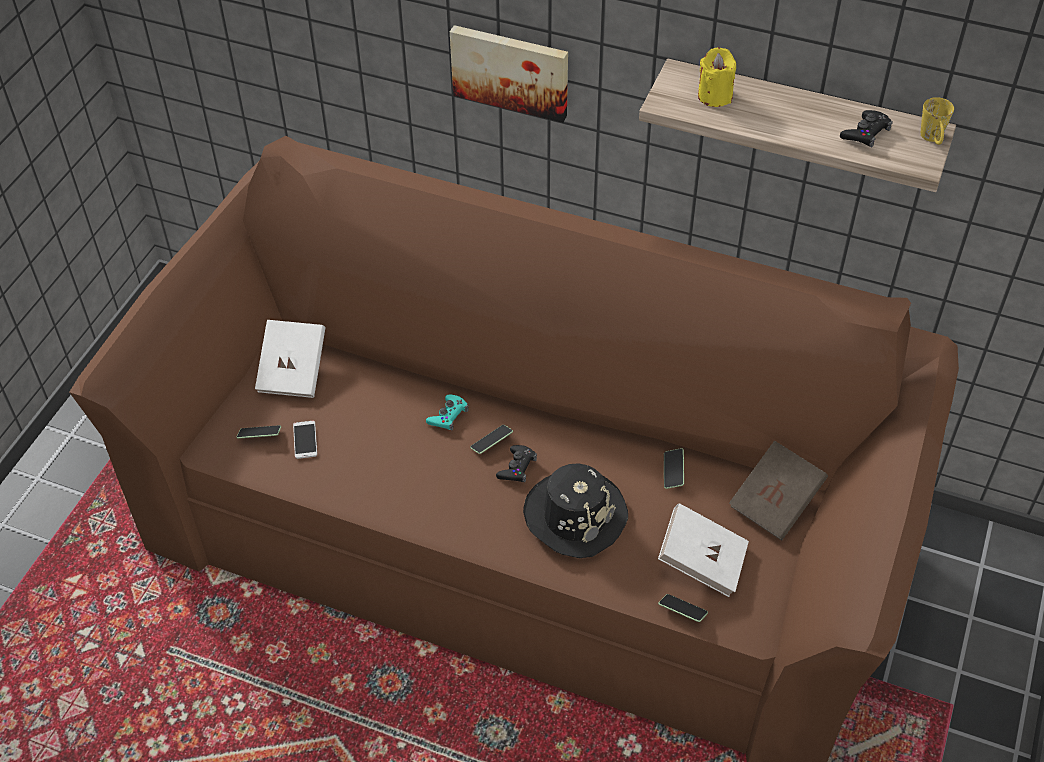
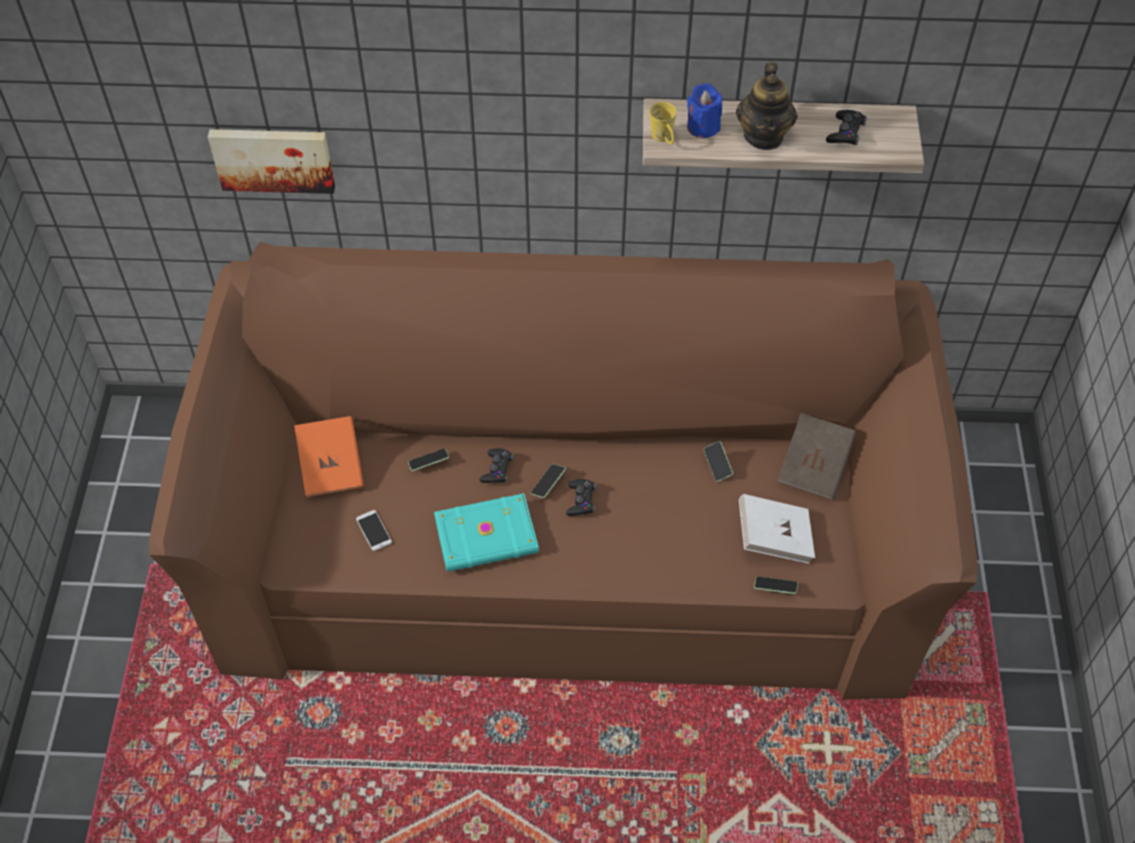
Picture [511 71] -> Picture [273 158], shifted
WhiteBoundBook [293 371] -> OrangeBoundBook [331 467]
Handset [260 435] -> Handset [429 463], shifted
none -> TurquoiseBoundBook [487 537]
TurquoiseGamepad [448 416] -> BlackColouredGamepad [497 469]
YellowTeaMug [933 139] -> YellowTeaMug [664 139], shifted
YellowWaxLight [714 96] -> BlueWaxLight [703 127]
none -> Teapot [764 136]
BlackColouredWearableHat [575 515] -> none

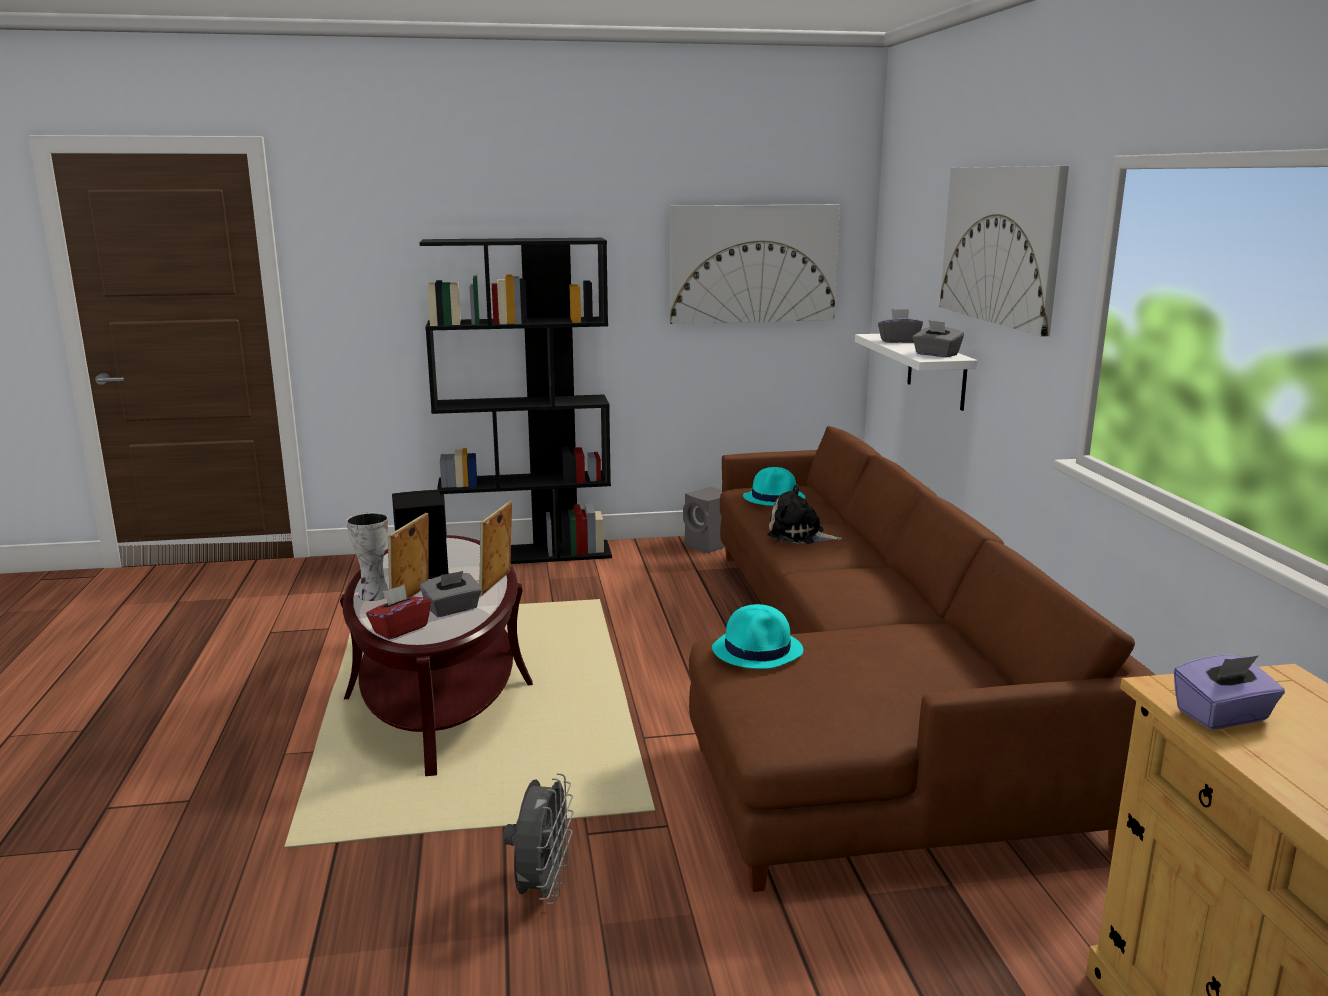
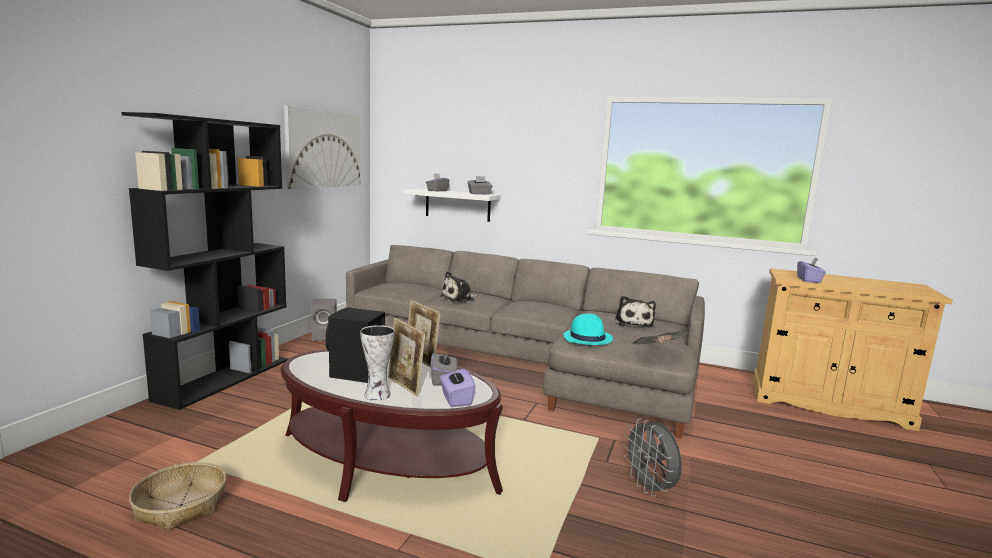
none -> Basket [181 505]
BrownishSettee [856 685] -> GraySettee [529 363]
ReddishBoxOfTissues [400 629] -> PurplishBoxOfTissues [456 399]
none -> CuddlyToy [633 323]
GrayFan [542 888] -> GrayFan [650 488], 150 degrees counterclockwise
none -> Newspaper [657 352]
TurquoiseWearableHat [774 498] -> none
Picture [1000 245] -> none

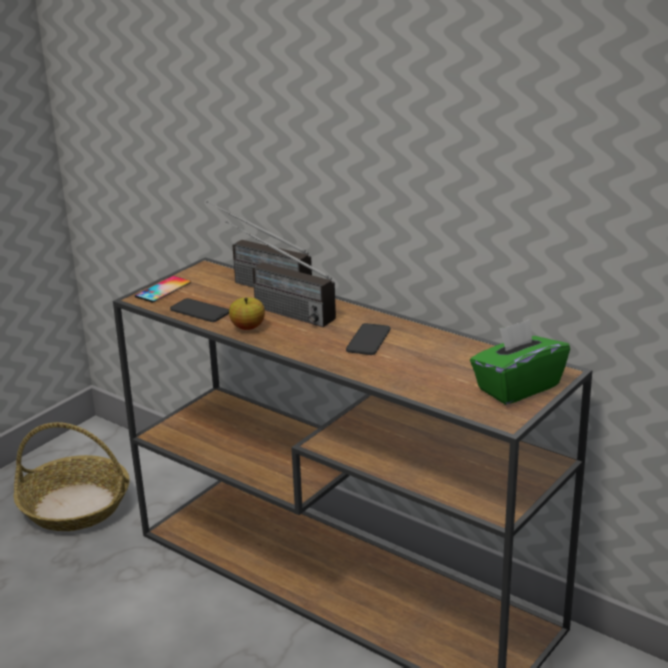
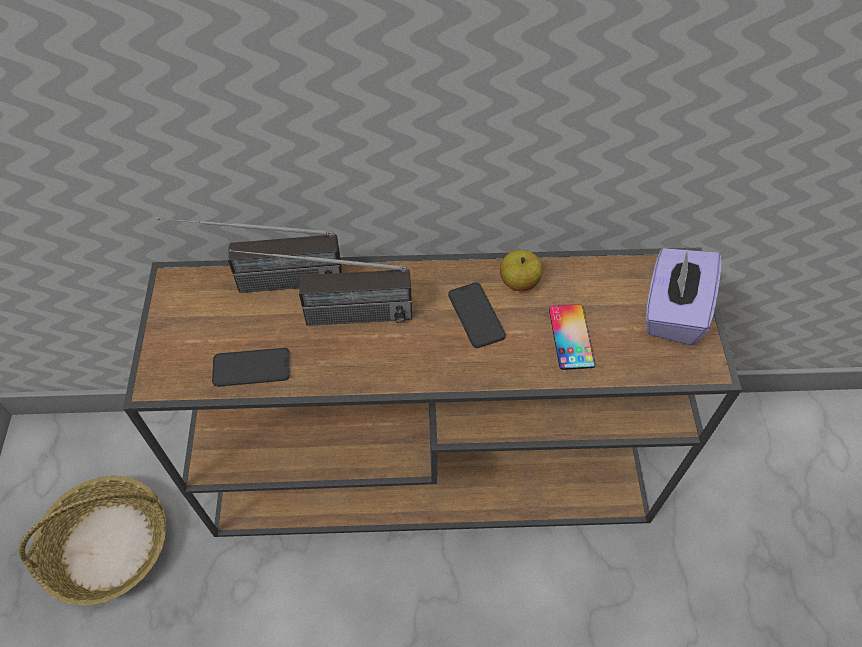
AppleFruit [248 327] -> AppleFruit [519 282], shifted
Handset [163 290] -> Handset [571 337], shifted
GreenishBoxOfTissues [517 387] -> PurplishBoxOfTissues [672 311]

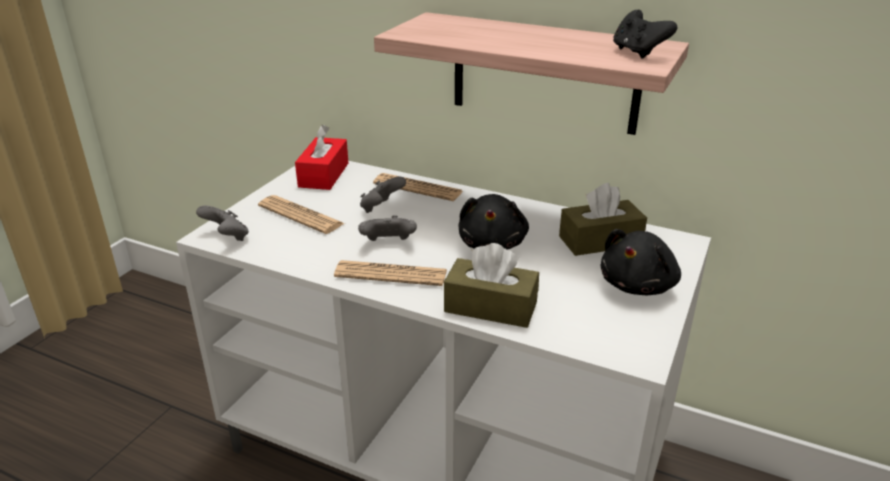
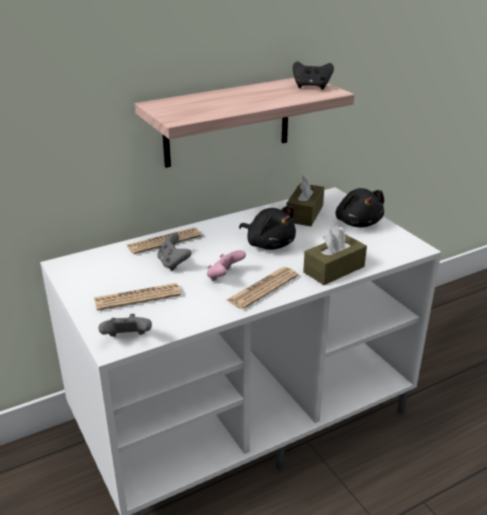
GrayGamepad [388 244] -> PinkishGamepad [224 277]
ReddishBoxOfTissues [324 175] -> none

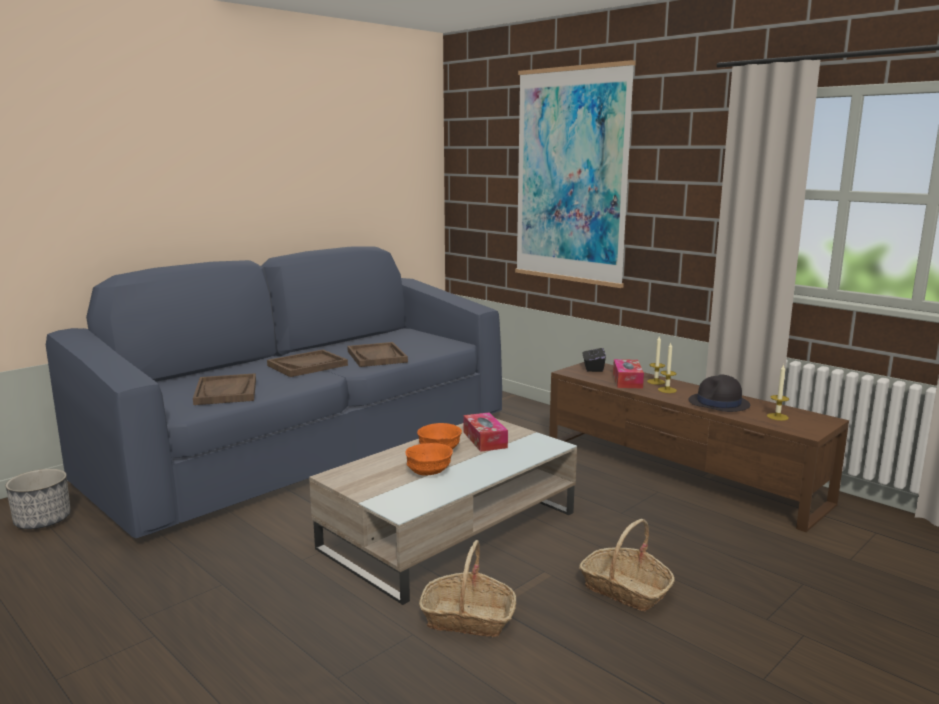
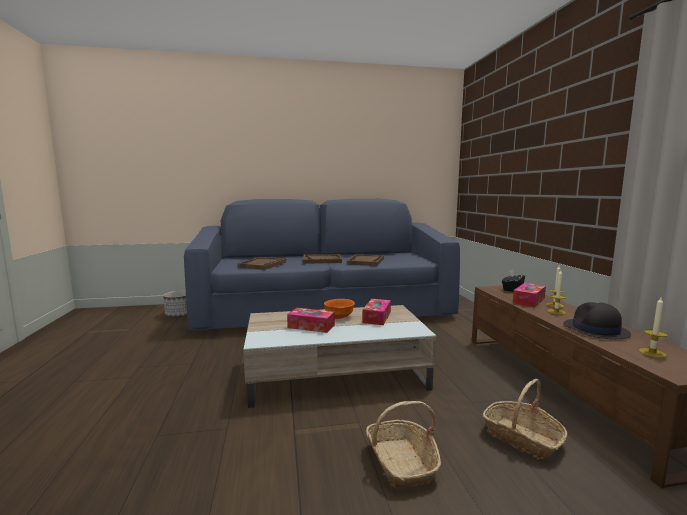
OrangeDeepDish [429 472] -> BoxOfTissues [311 326]
Basket [468 618] -> Basket [522 438], shifted
Picture [571 176] -> none

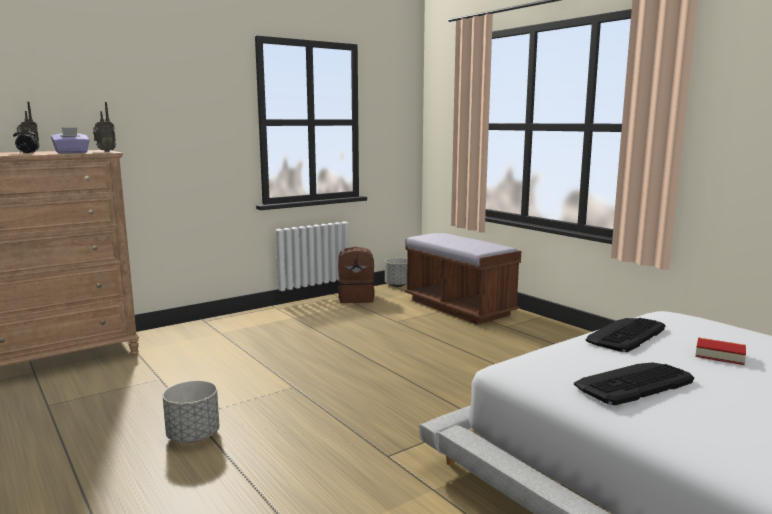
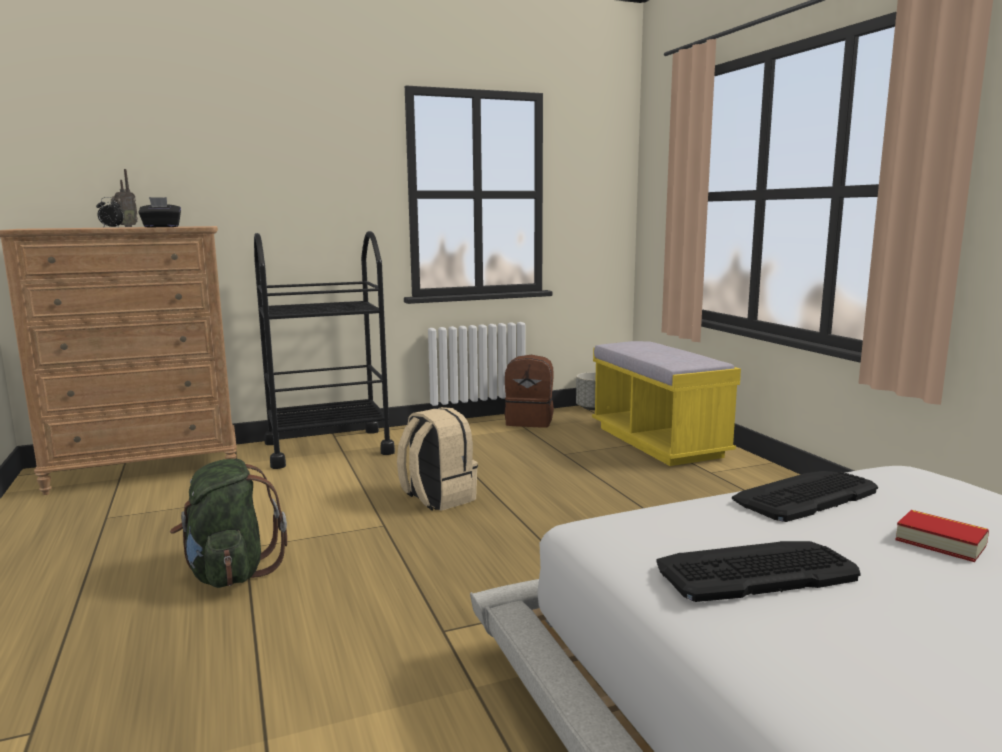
PurplishBoxOfTissues [72 153] -> BlackColouredBoxOfTissues [161 227]
GrayPlantPot [194 436] -> GreenishRucksack [230 573]
none -> BlackColouredCart [328 448]
none -> BeigeRucksack [437 498]
BrownishBench [459 307] -> YellowBench [658 442]
RadioReceiver [105 151] -> none

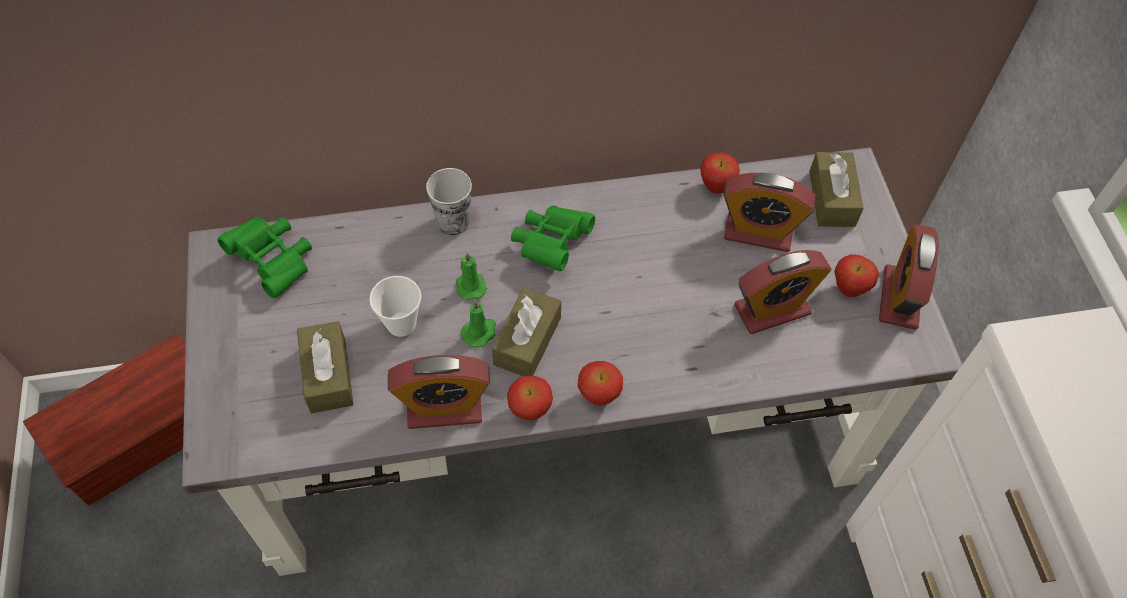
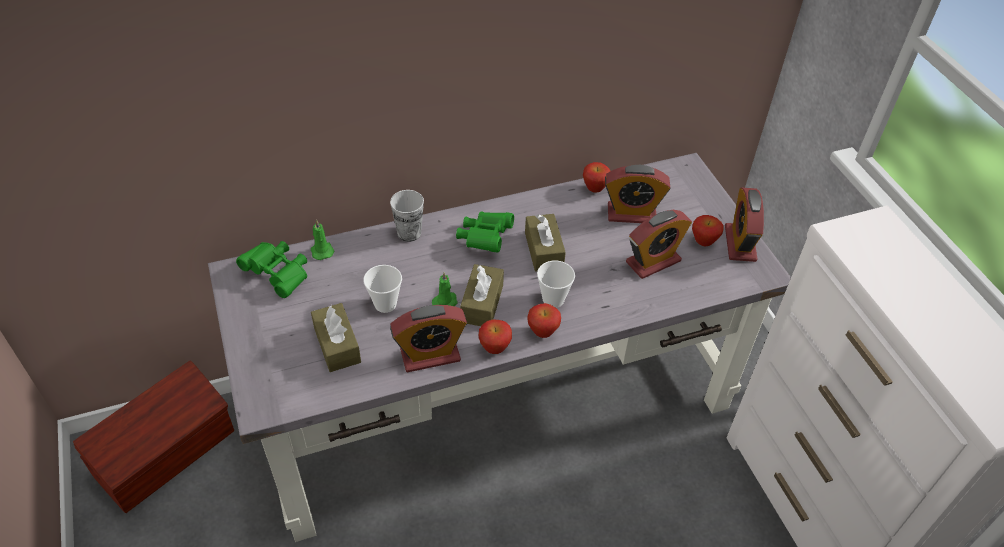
GreenishWaxLight [470 285] -> GreenishWaxLight [321 250], shifted
BrownishBoxOfTissues [832 198] -> BrownishBoxOfTissues [543 250], shifted
none -> Cup [553 300]

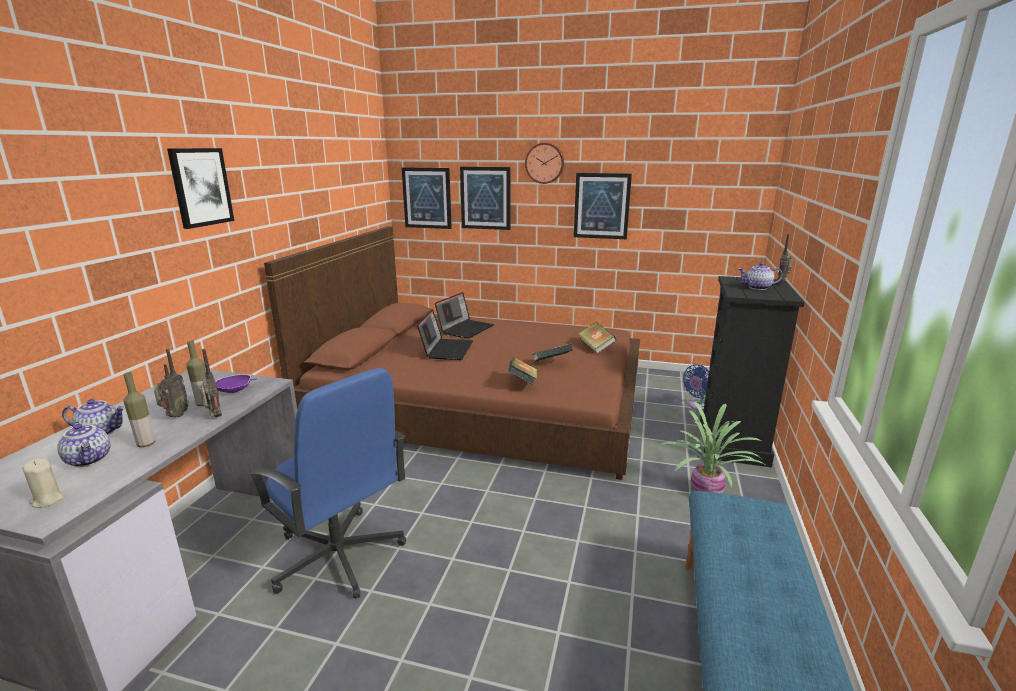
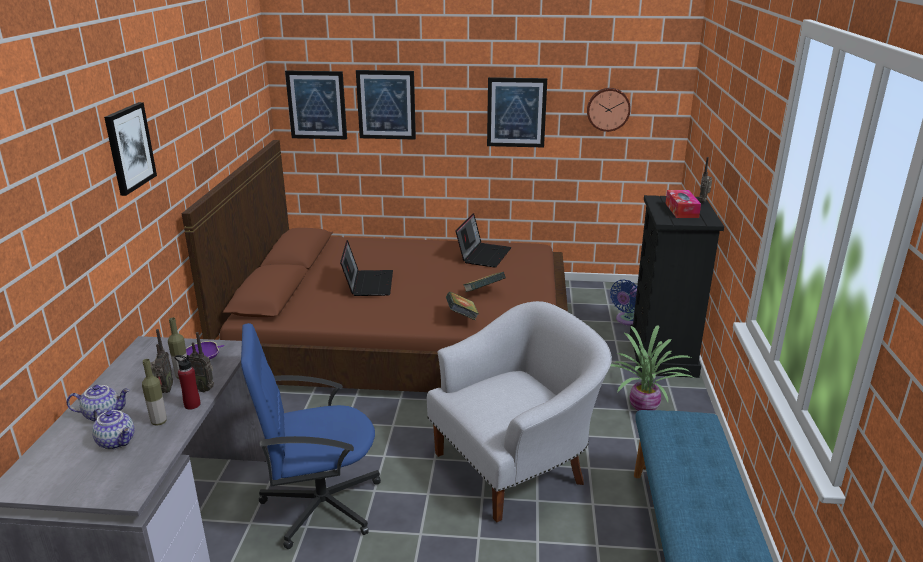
none -> ReddishBeverageBottle [192 405]
RadioReceiver [214 417] -> RadioReceiver [203 388], 150 degrees clockwise
BlueComputerChair [338 556] -> BlueComputerChair [320 505], 135 degrees clockwise
none -> WhiteEasyChair [515 467]
NotebookComputer [465 329] -> NotebookComputer [483 255], shifted
ClockOnTheWall [544 163] -> ClockOnTheWall [608 109], shifted
Teapot [757 288] -> BoxOfTissues [681 210]
BeigeWaxLight [47 500] -> none
BoundBook [596 347] -> none

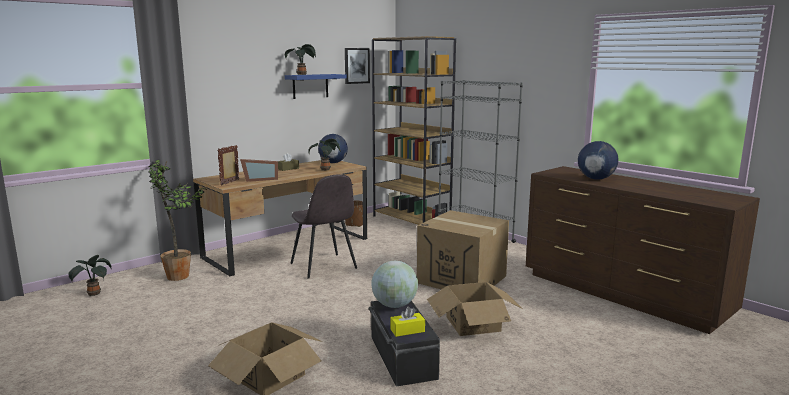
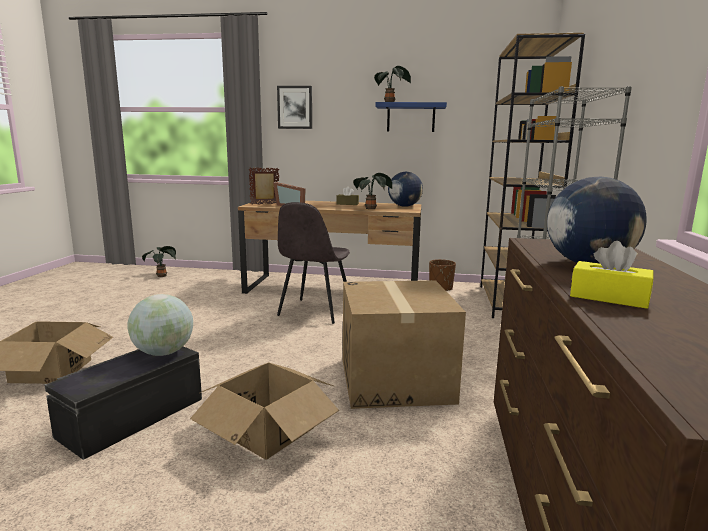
Picture [356 65] -> Picture [295 107], shifted
YellowBoxOfTissues [407 330] -> YellowBoxOfTissues [609 297], shifted
PlantInAPot [180 277] -> none

